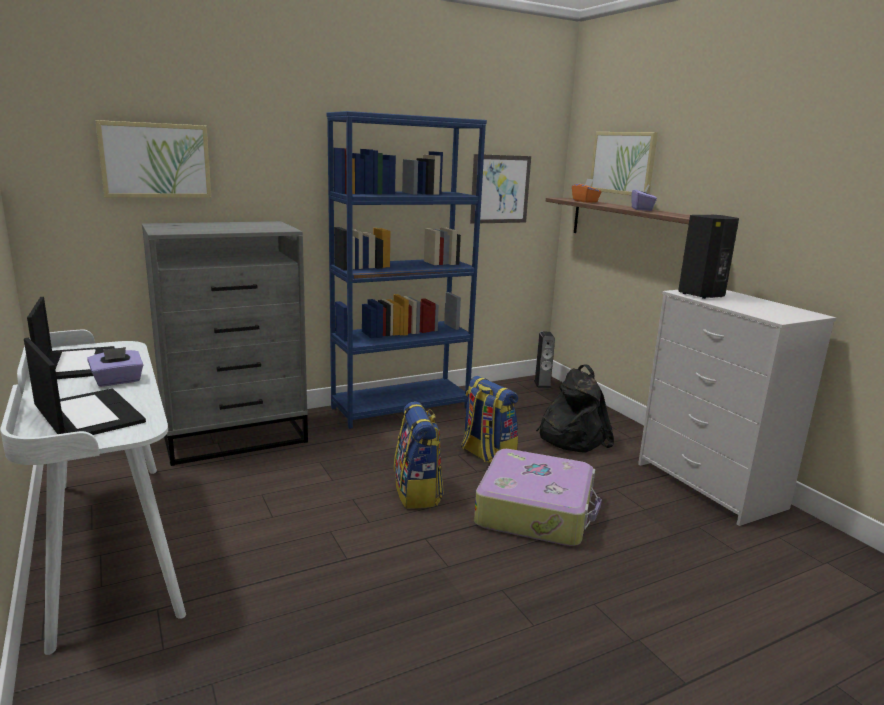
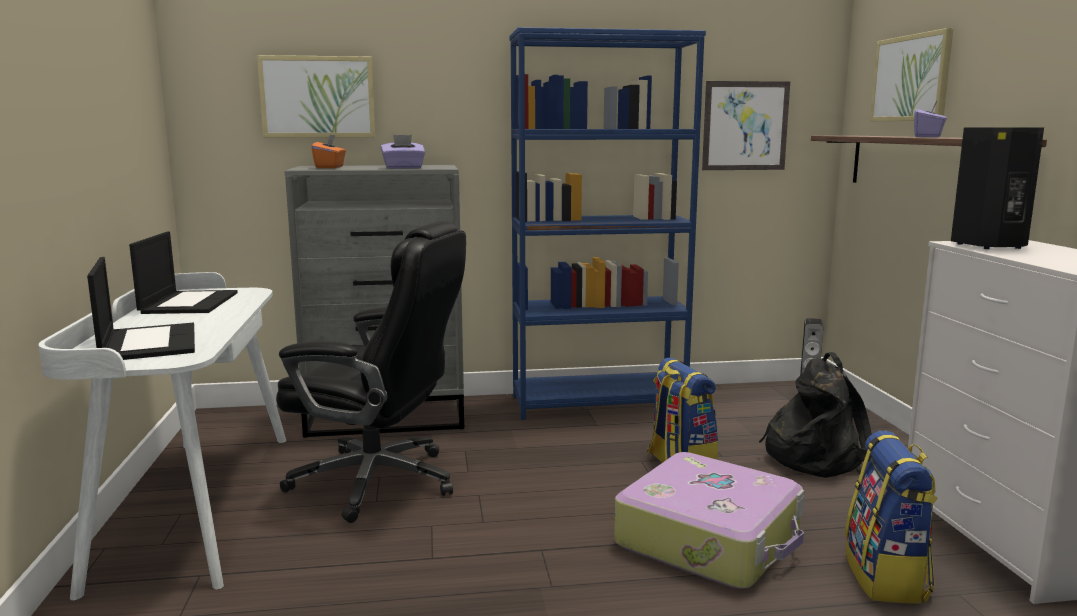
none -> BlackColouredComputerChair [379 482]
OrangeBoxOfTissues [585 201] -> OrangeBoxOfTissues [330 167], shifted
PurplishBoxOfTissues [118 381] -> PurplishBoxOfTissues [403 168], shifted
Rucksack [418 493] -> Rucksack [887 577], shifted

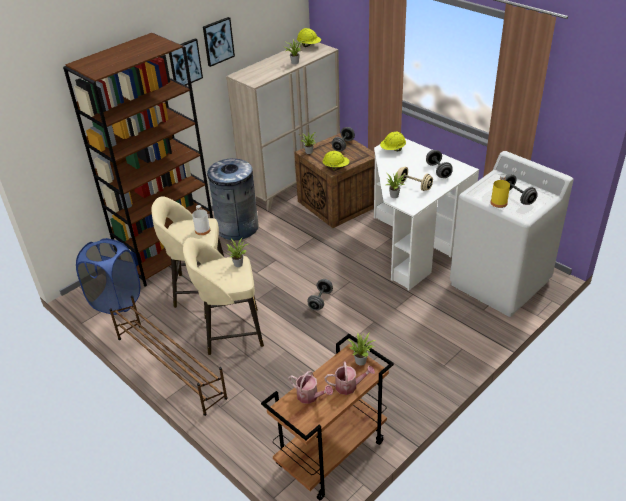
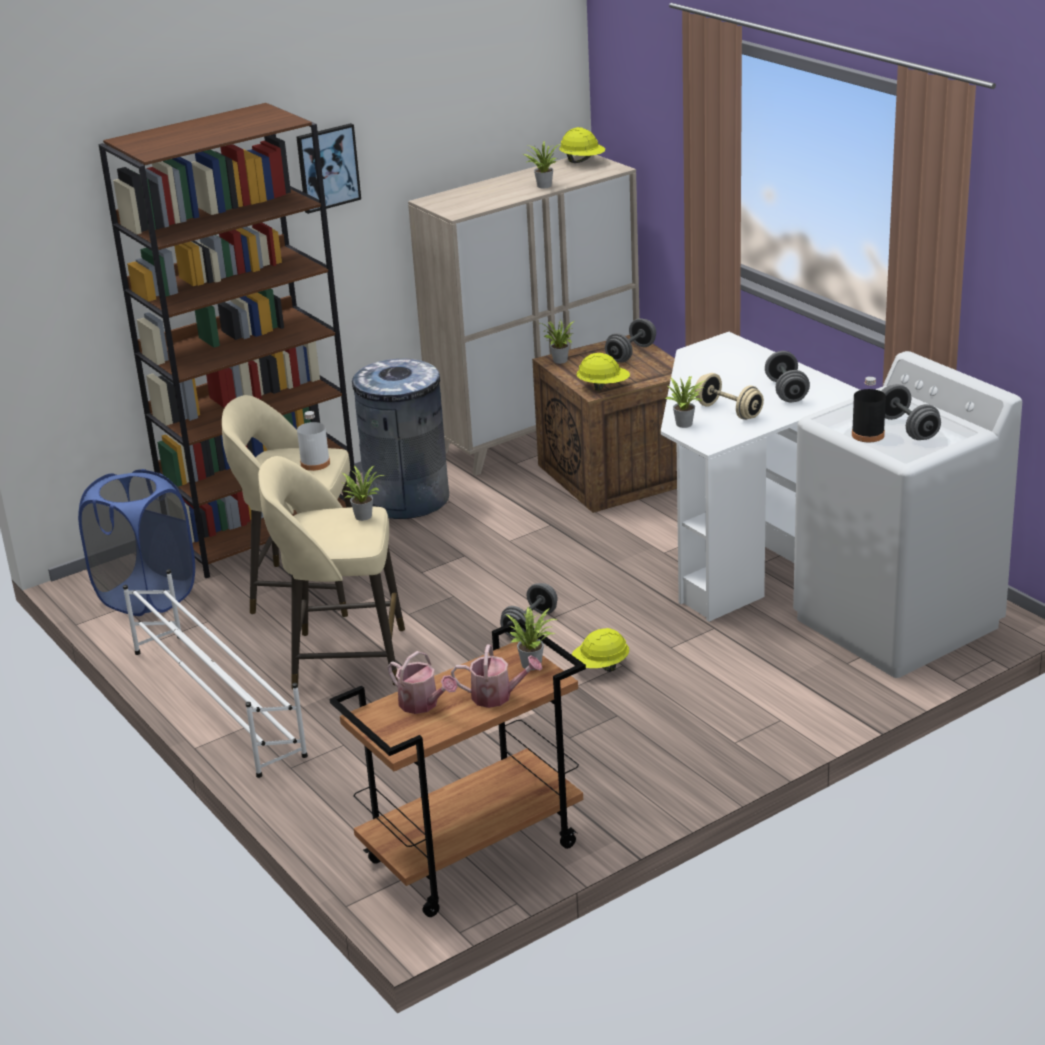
BrownishShoeRack [170 366] -> WhiteShoeRack [217 701]
YellowHardHat [393 150] -> YellowHardHat [600 667], shifted
YellowBeverageBottle [498 203] -> BlackColouredBeverageBottle [868 435]
Picture [218 41] -> none

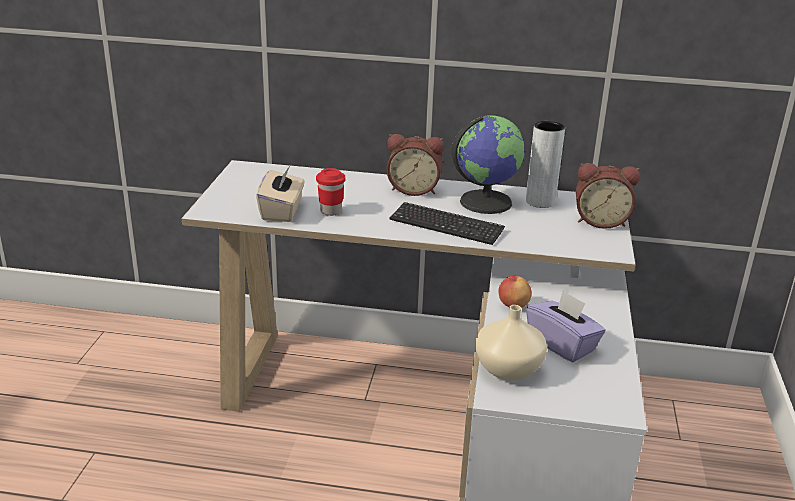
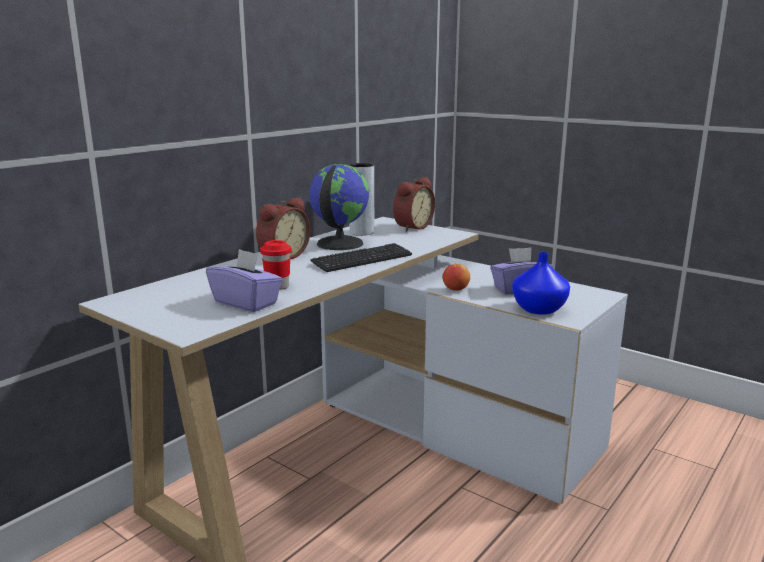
BeigeBoxOfTissues [282 211] -> PurplishBoxOfTissues [246 303]
BeigeVase [508 368] -> BlueVase [538 309]

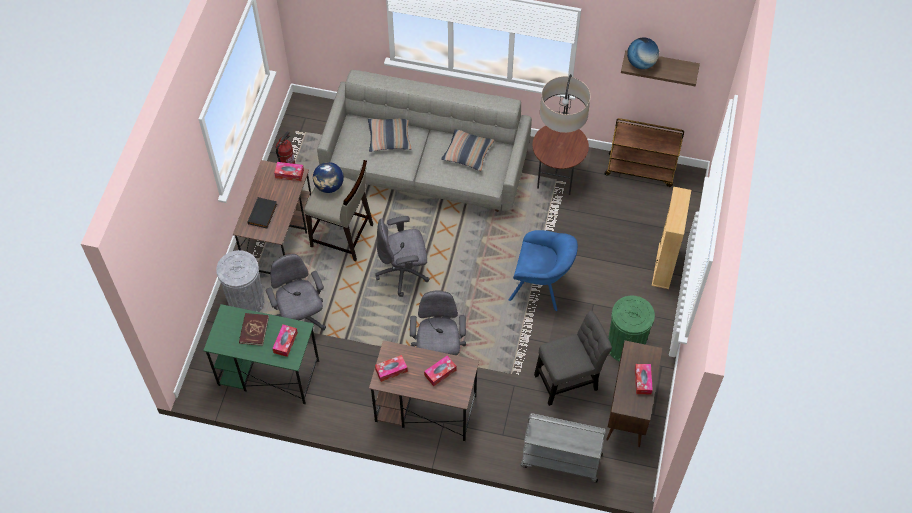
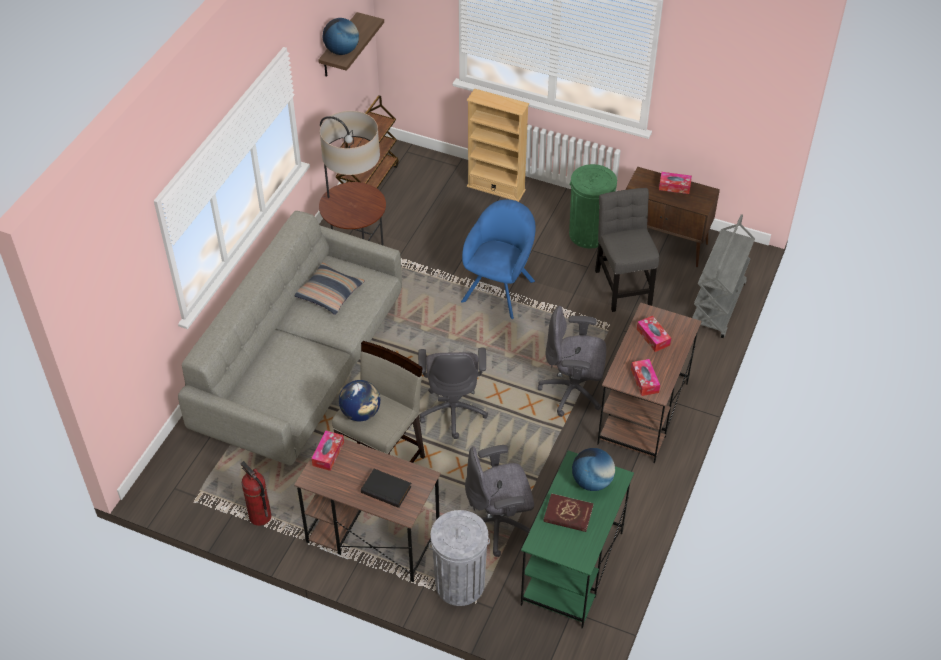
BoxOfTissues [285 342] -> DeskGlobe [592 481]
Pillow [389 138] -> none

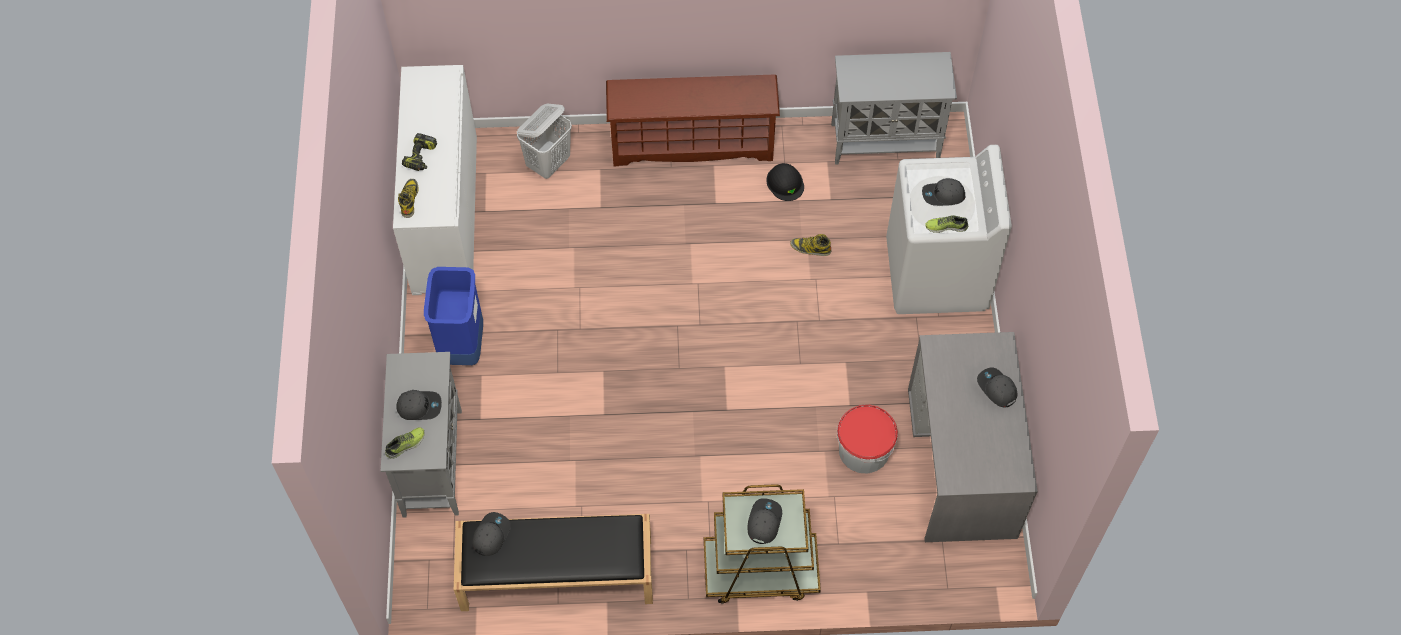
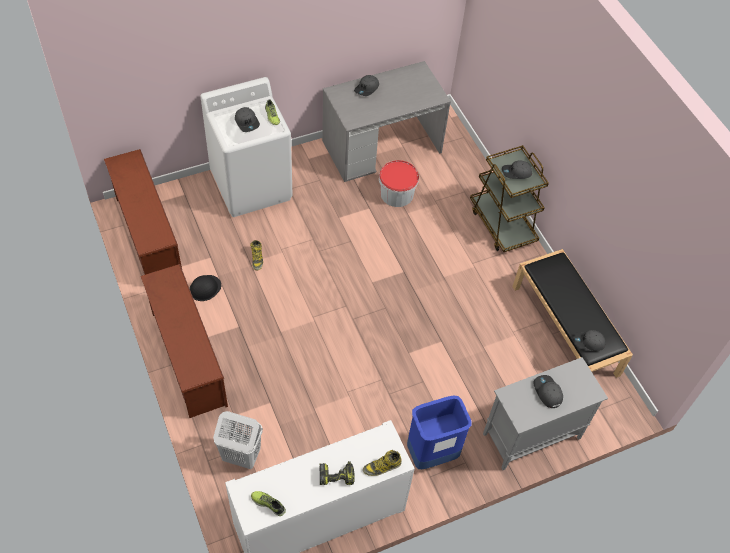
GrayCabinet [886 142] -> BrownishShoeRack [147 237]
LowShoe [406 445] -> LowShoe [268 503], shifted

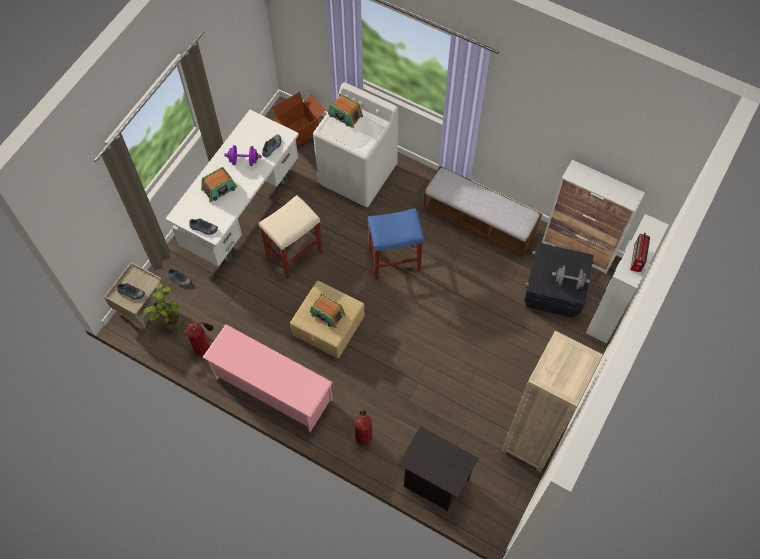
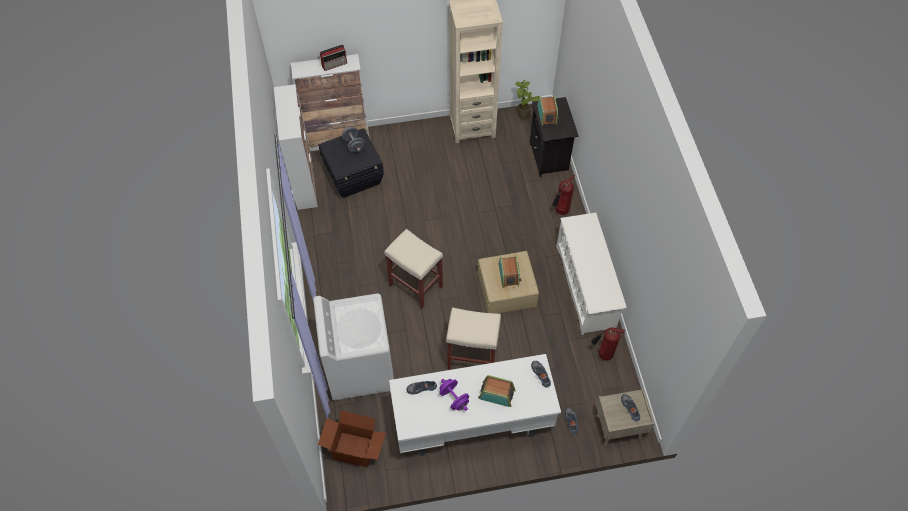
BlueStool [395 260] -> BeigeStool [415 285]
PlantInAPot [171 325] -> PlantInAPot [524 120], shifted
RadioReceiver [345 116] -> RadioReceiver [547 115], shifted
PinkishShoeRack [272 389] -> WhiteShoeRack [586 286]
Bench [479 223] -> none

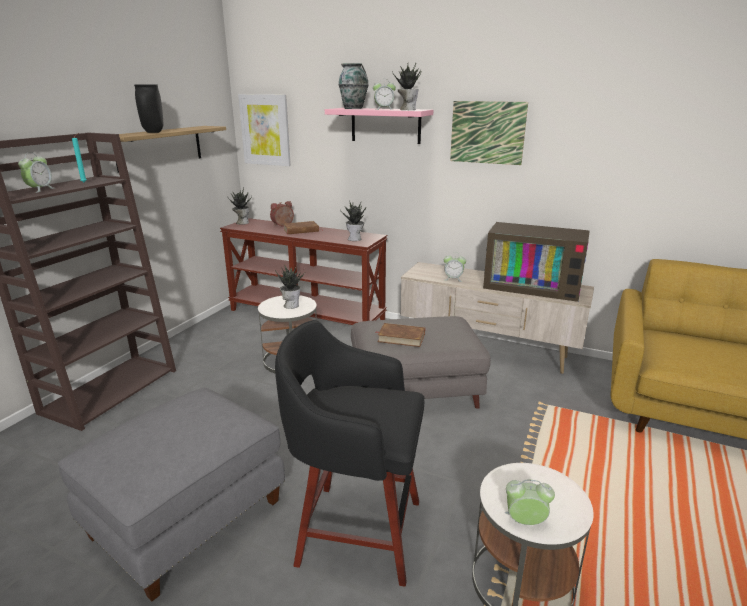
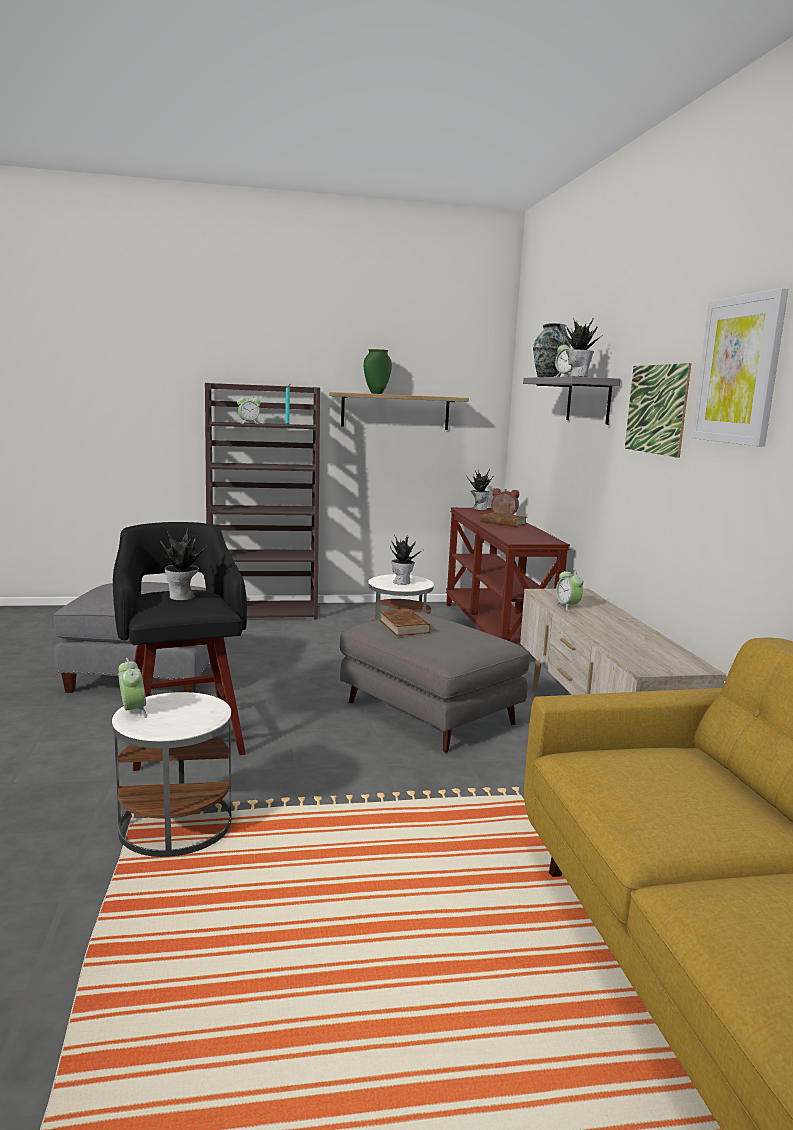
PlantInAPot [355 239] -> PlantInAPot [182 597], shifted
BlackColouredVase [153 132] -> GreenishVase [376 393]
PinkishBracketShelf [385 125] -> GrayBracketShelf [588 400]
Picture [265 130] -> Picture [738 370], shifted
Tv [533 286] -> none

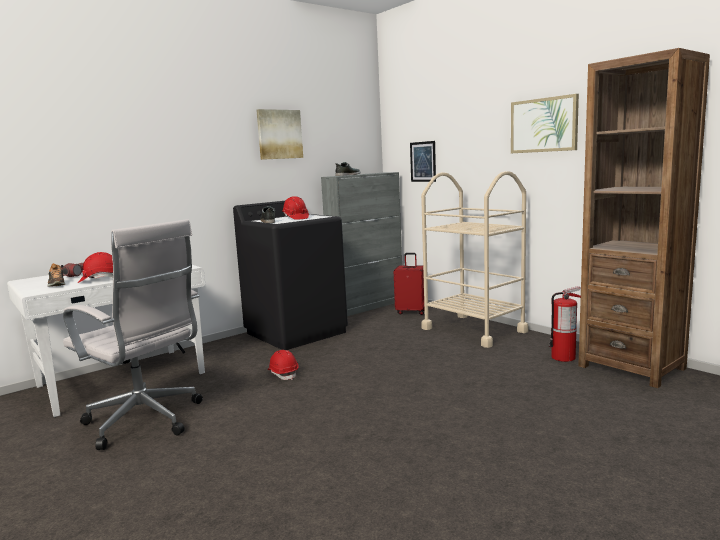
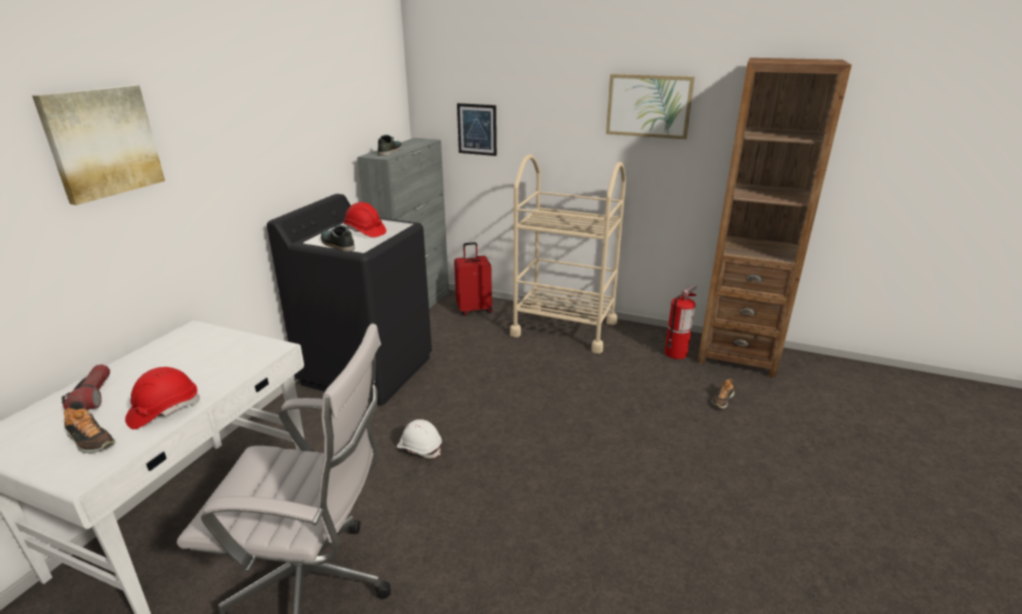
Picture [279 134] -> Picture [102 142], shifted
ReddishHardHat [283 374] -> WhiteHardHat [420 448]
none -> LowShoe [722 400]

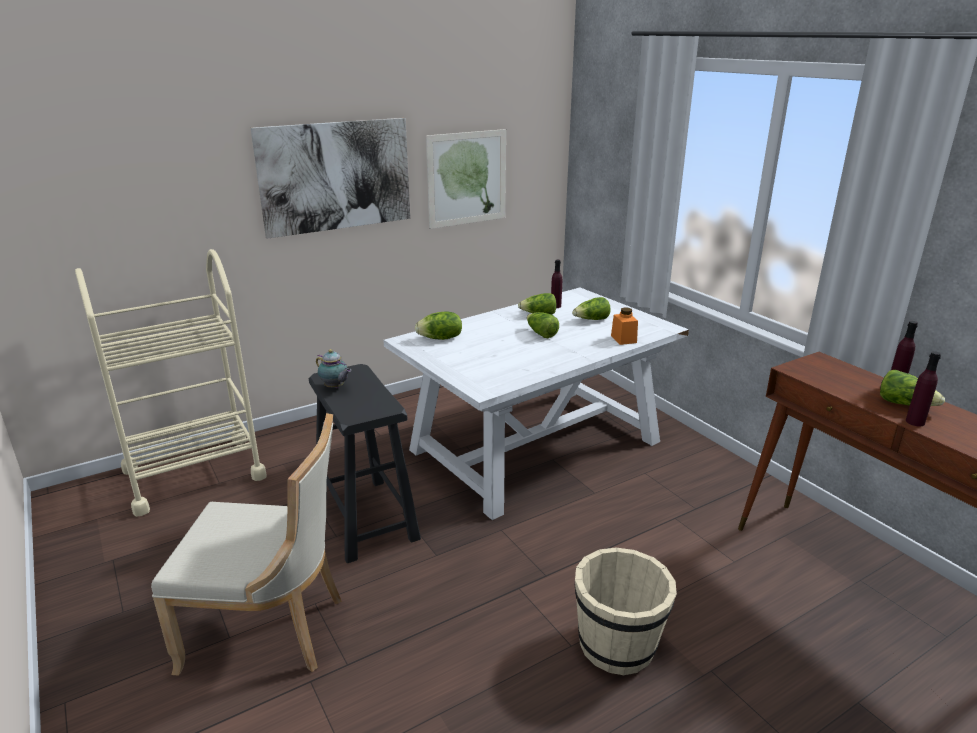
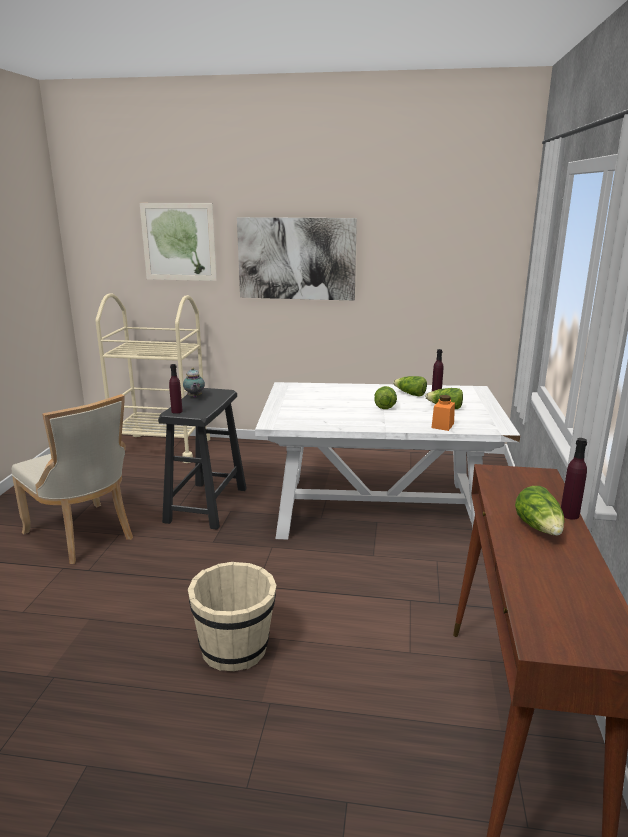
Picture [467 178] -> Picture [179 242], shifted
PurplishBeverageBottle [915 422] -> PurplishBeverageBottle [177 411], shifted
Lettuce [440 338] -> none

